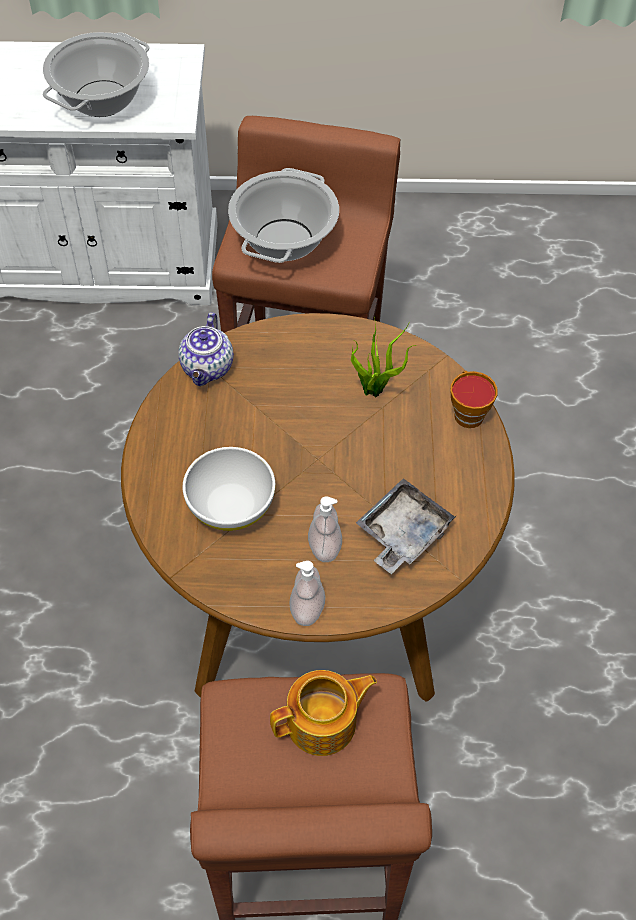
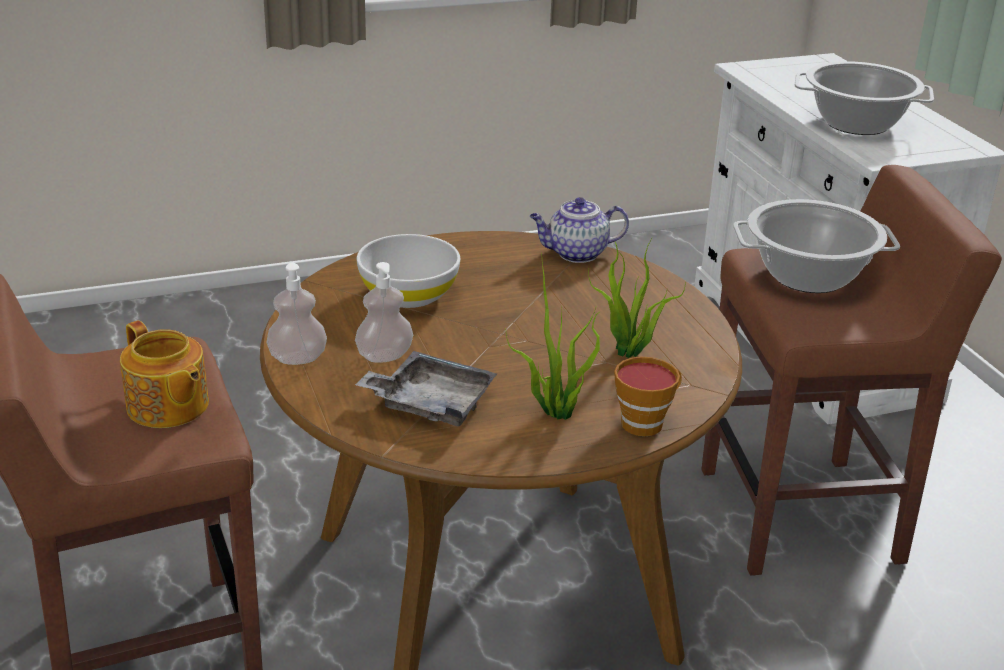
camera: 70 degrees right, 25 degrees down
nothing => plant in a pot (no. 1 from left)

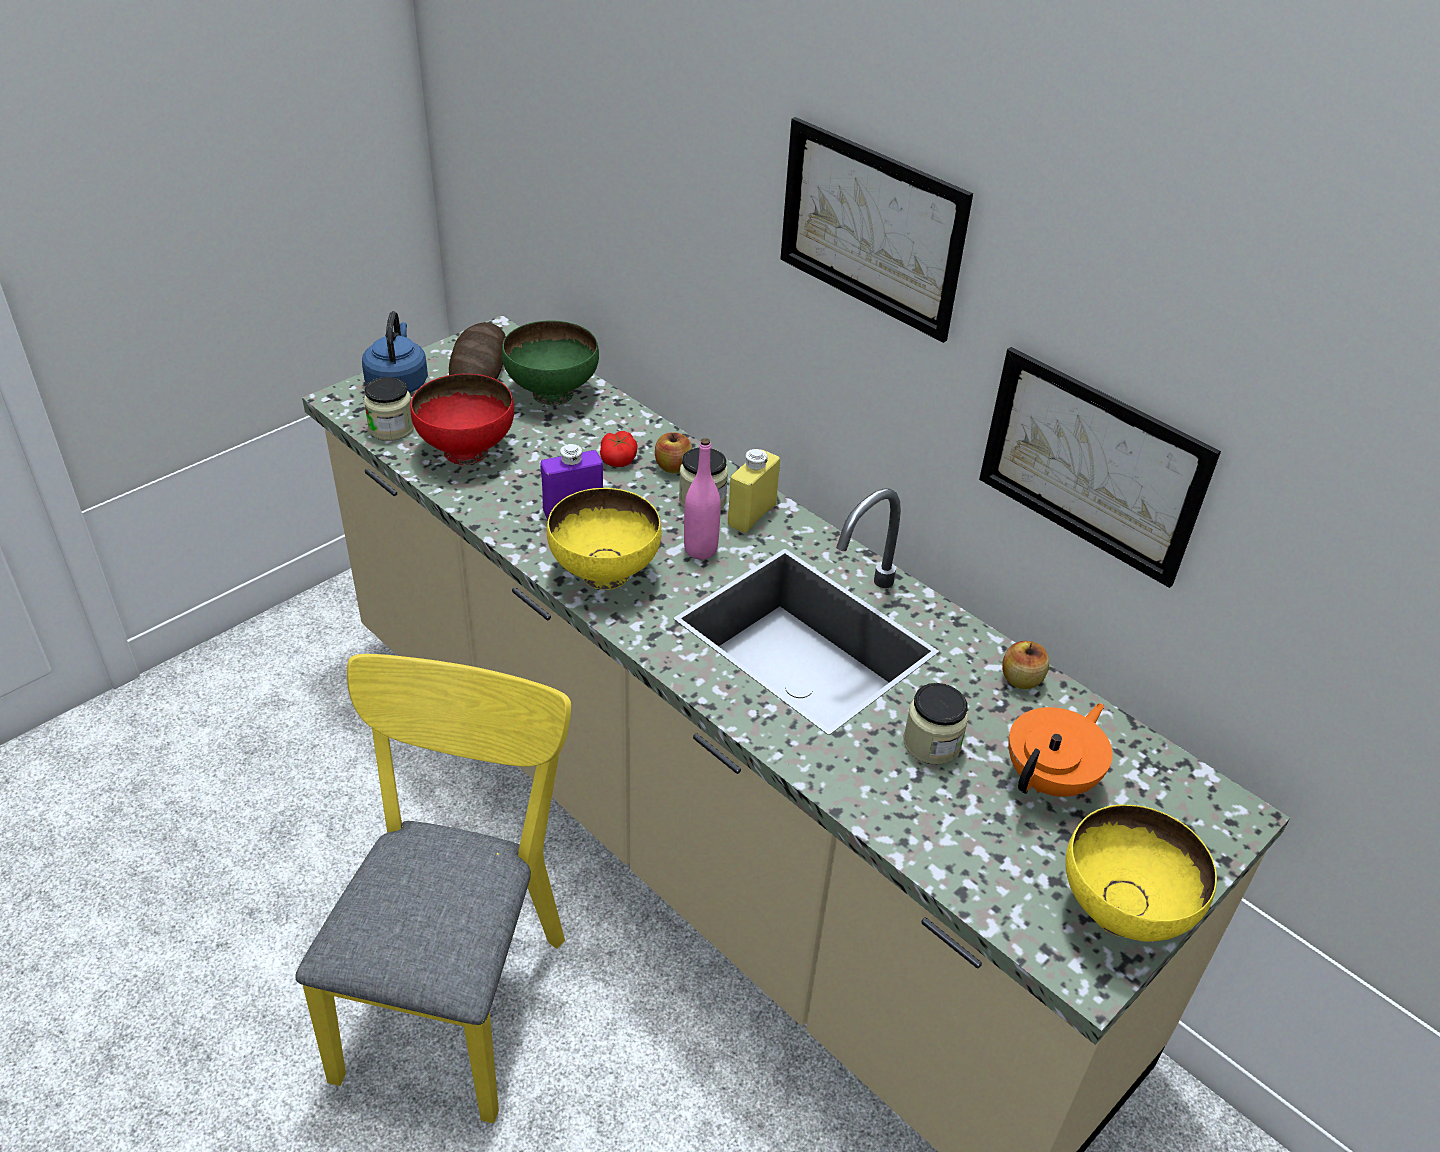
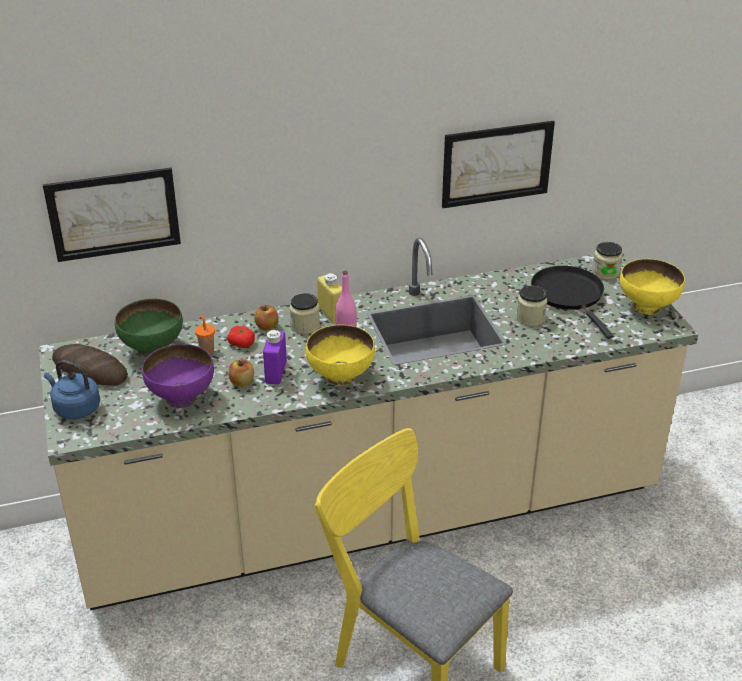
camera: 60 degrees left, 5 degrees down
nothing => orange-coloured drinking cup
preserve jar (no. 1 from left in the first image) => preserve jar (no. 3 from left), shifted
picture (no. 1 from left), shifted
apple fruit (no. 2 from left in the first image) => apple fruit (no. 1 from left), shifted
orange-coloured tea pot => black-coloured pan
reddish serving bowl => purple serving bowl

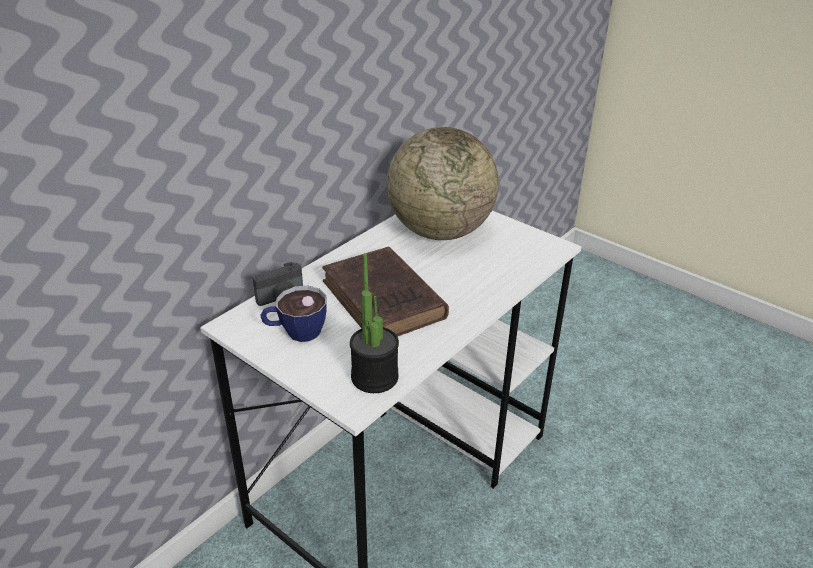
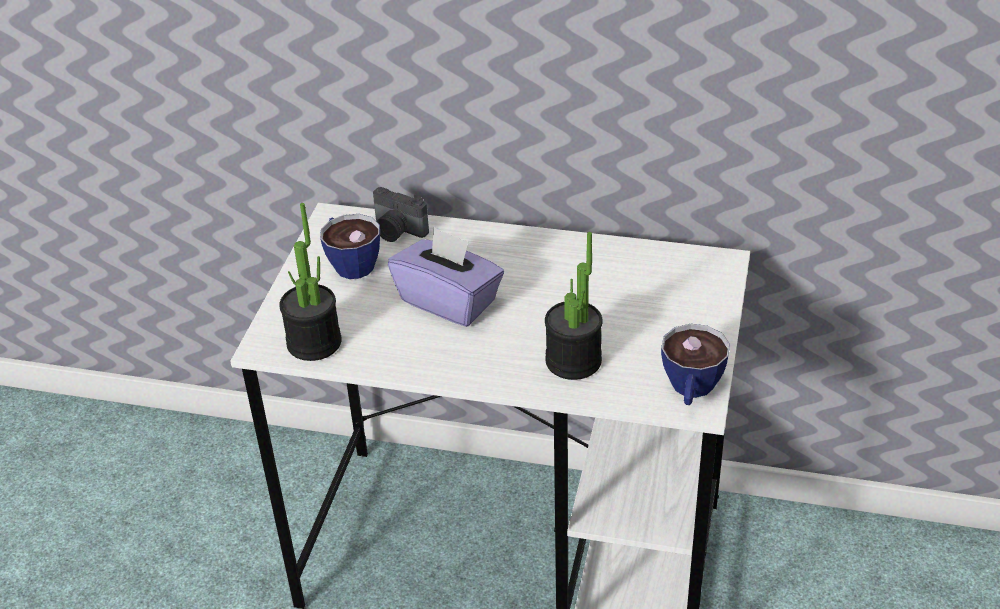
camera: 65 degrees right, 5 degrees up
desk globe => nothing
nothing => plant in a pot (no. 2 from left)
nothing => drinking cup (no. 2 from left)
brown book => purple tissue box

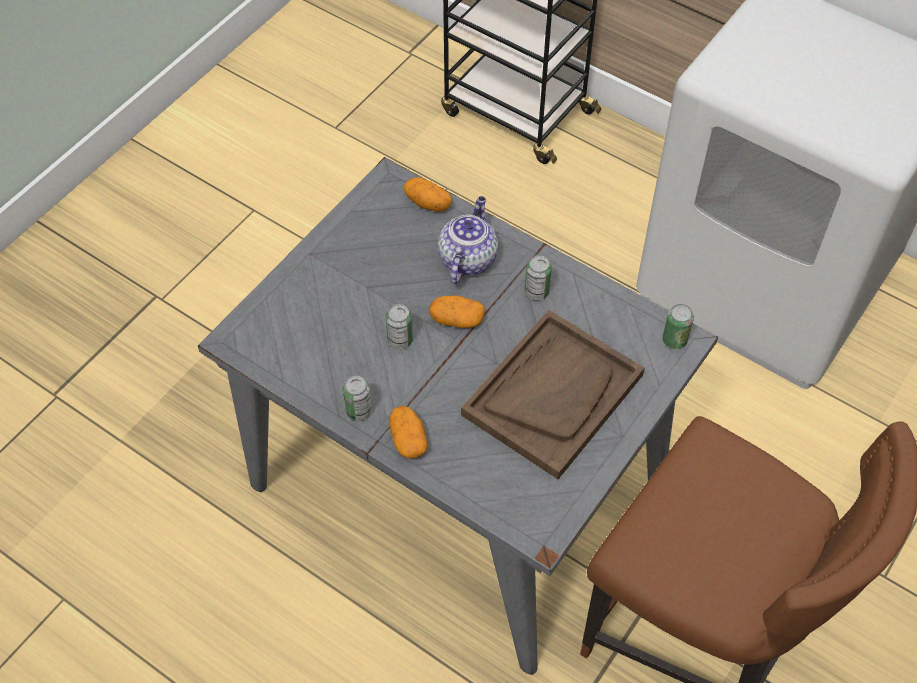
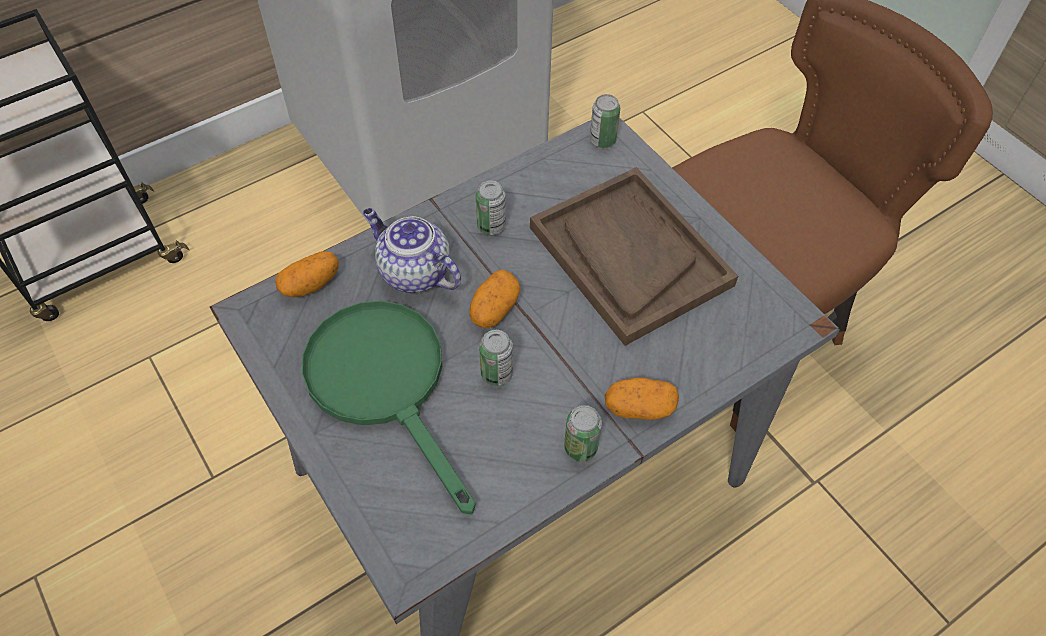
camera: 70 degrees left, 0 degrees up
nothing => green-coloured pan

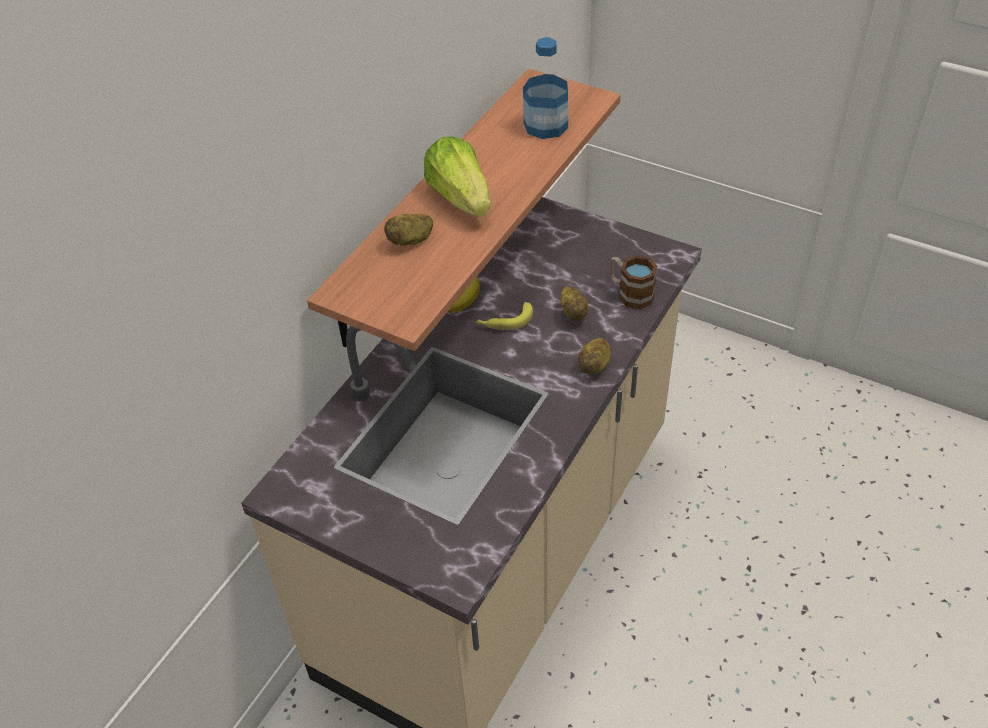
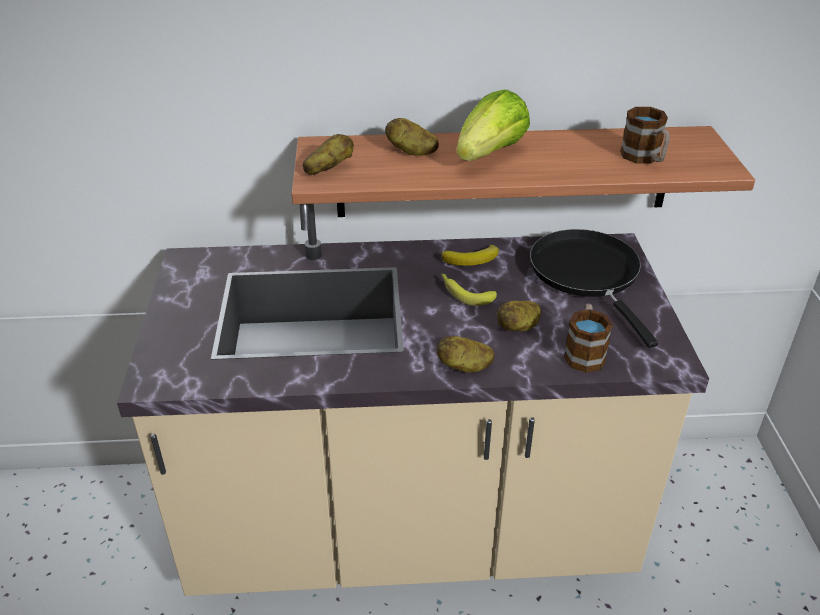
camera: 55 degrees right, 10 degrees down
nothing => potato (no. 1 from left)
nothing => black-coloured pan
bottle => mug (no. 2 from left)

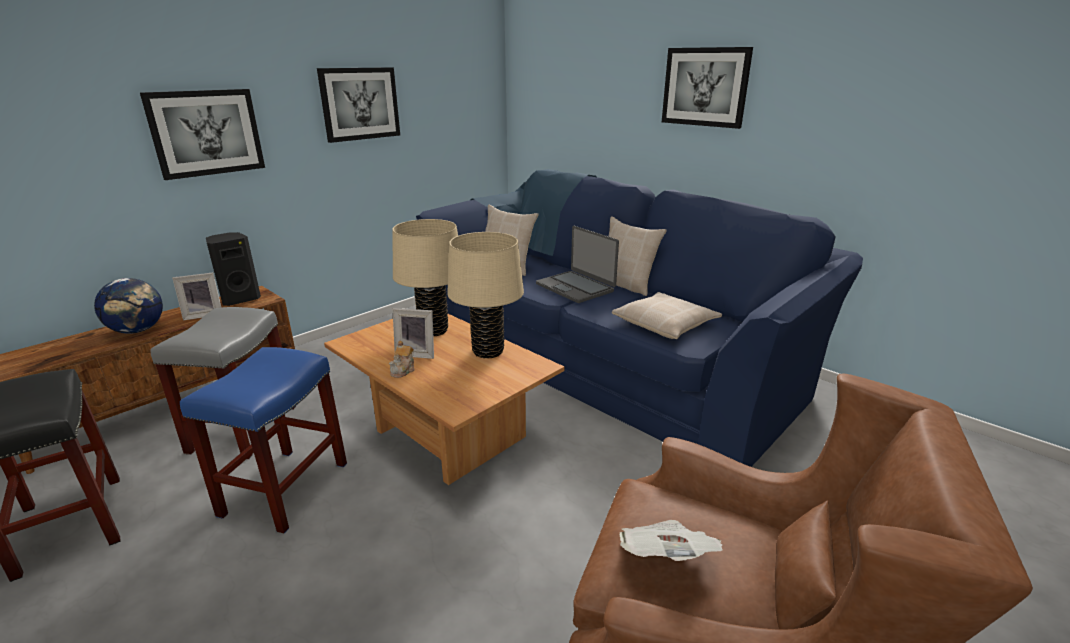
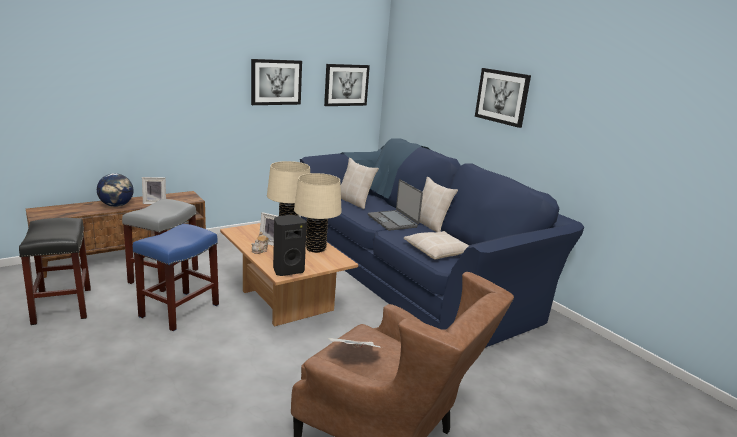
camera: 10 degrees right, 5 degrees down
picture (no. 1 from left in the first image) => picture (no. 2 from left), shifted
black-coloured loudspeaker, shifted

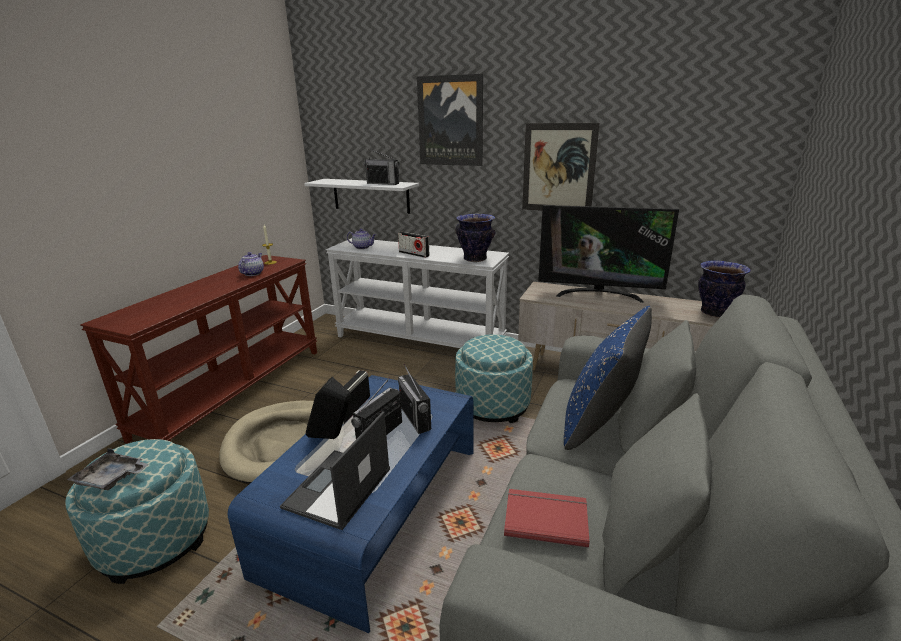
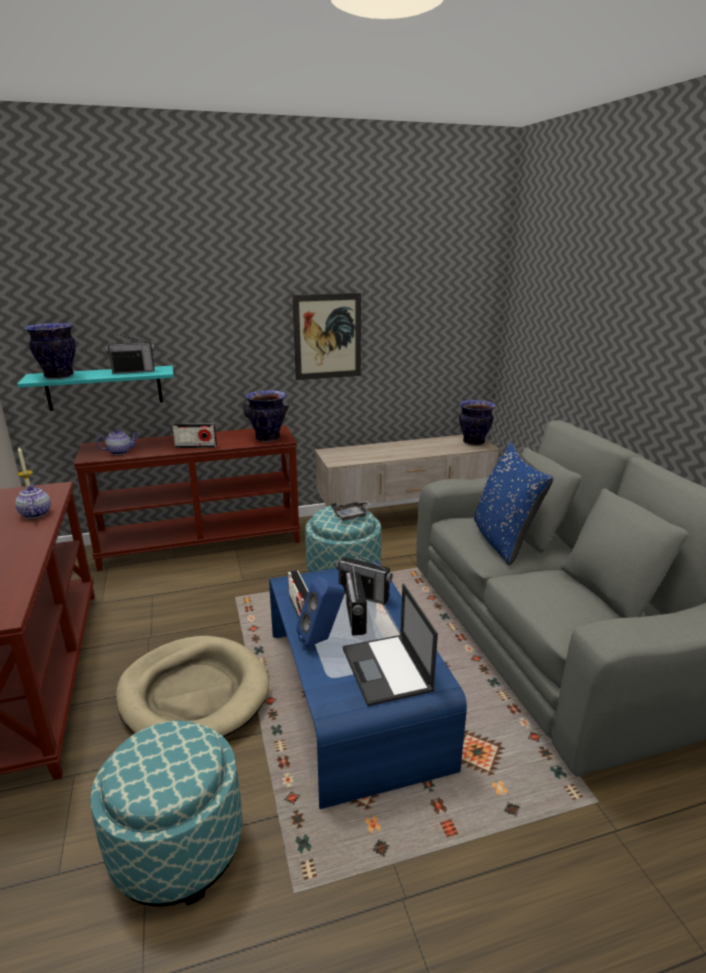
camera: 40 degrees left, 0 degrees up
picture (no. 1 from left) => nothing
reddish book => nothing
TV => nothing
nothing => vase (no. 1 from left)
greyish serving tray, shifted
white-coloured shelf => turquoise shelf
black-coloured loudspeaker => blue loudspeaker
white-coloured narrow table => brown narrow table (no. 2 from left)

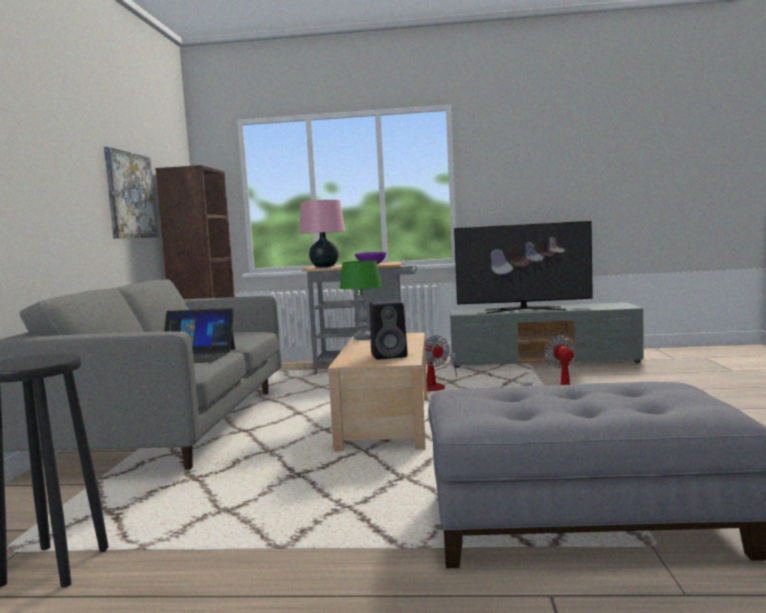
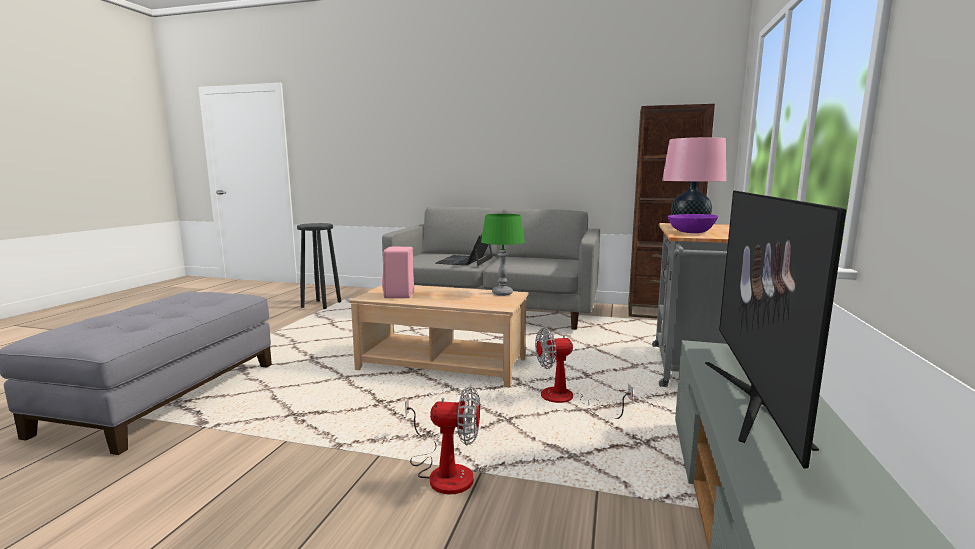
camera: 100 degrees right, 5 degrees up
picture => nothing
black-coloured loudspeaker => pink-coloured loudspeaker

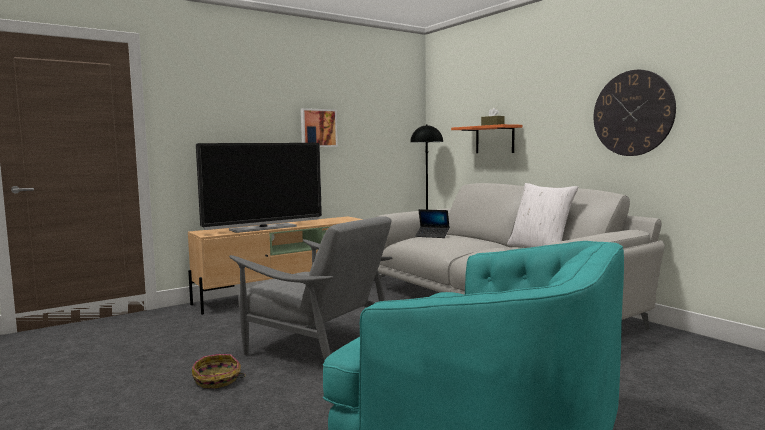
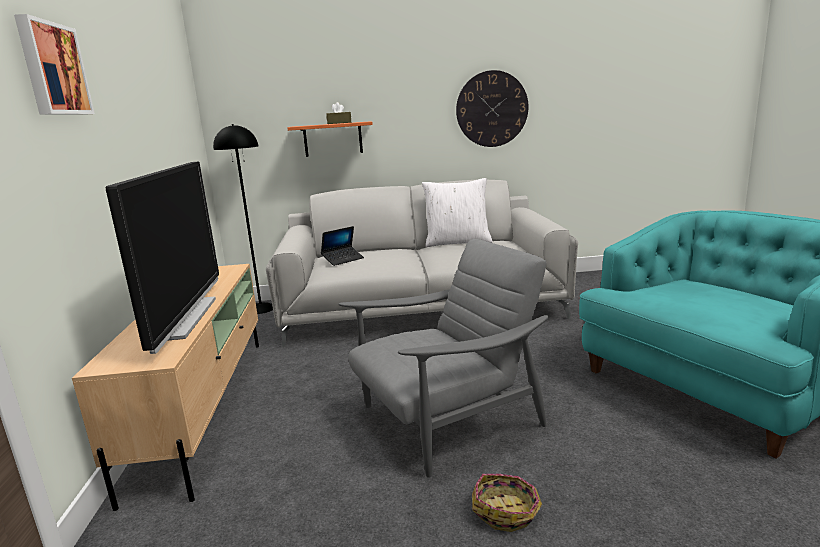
camera: 60 degrees left, 10 degrees up
picture, shifted

